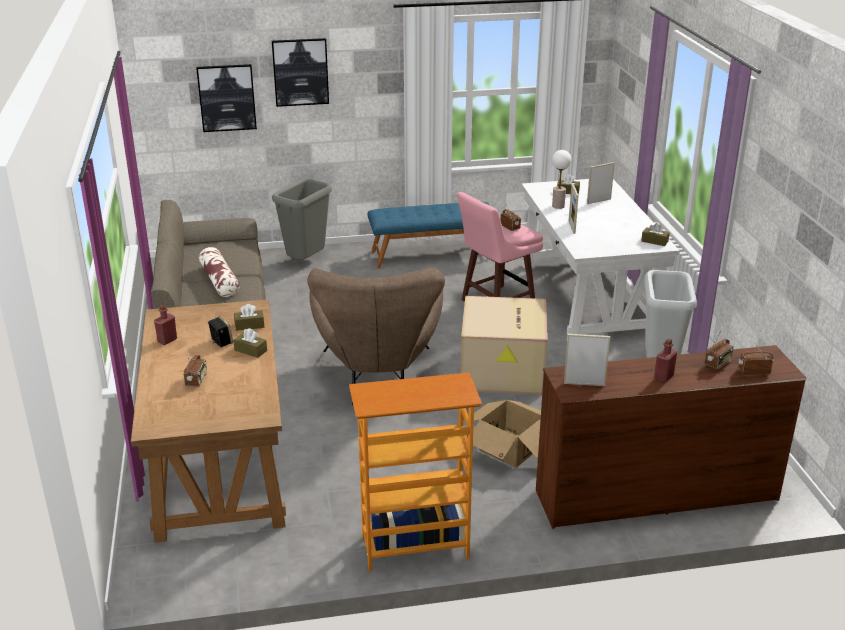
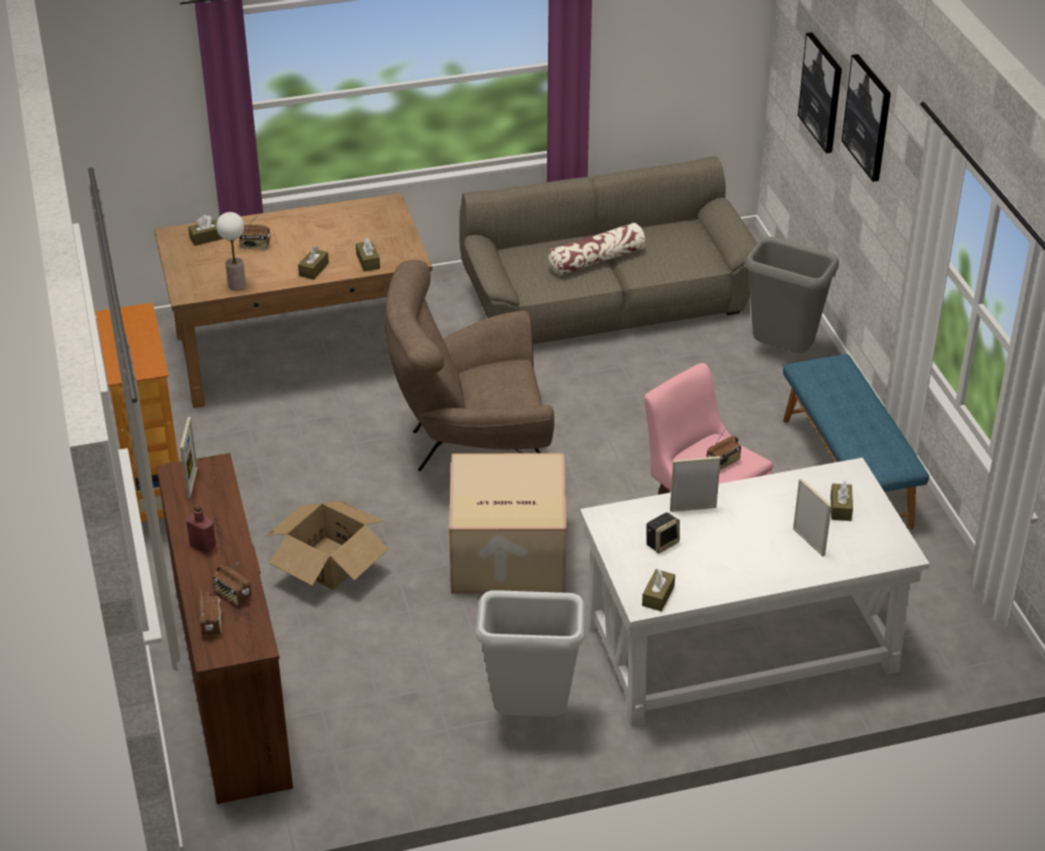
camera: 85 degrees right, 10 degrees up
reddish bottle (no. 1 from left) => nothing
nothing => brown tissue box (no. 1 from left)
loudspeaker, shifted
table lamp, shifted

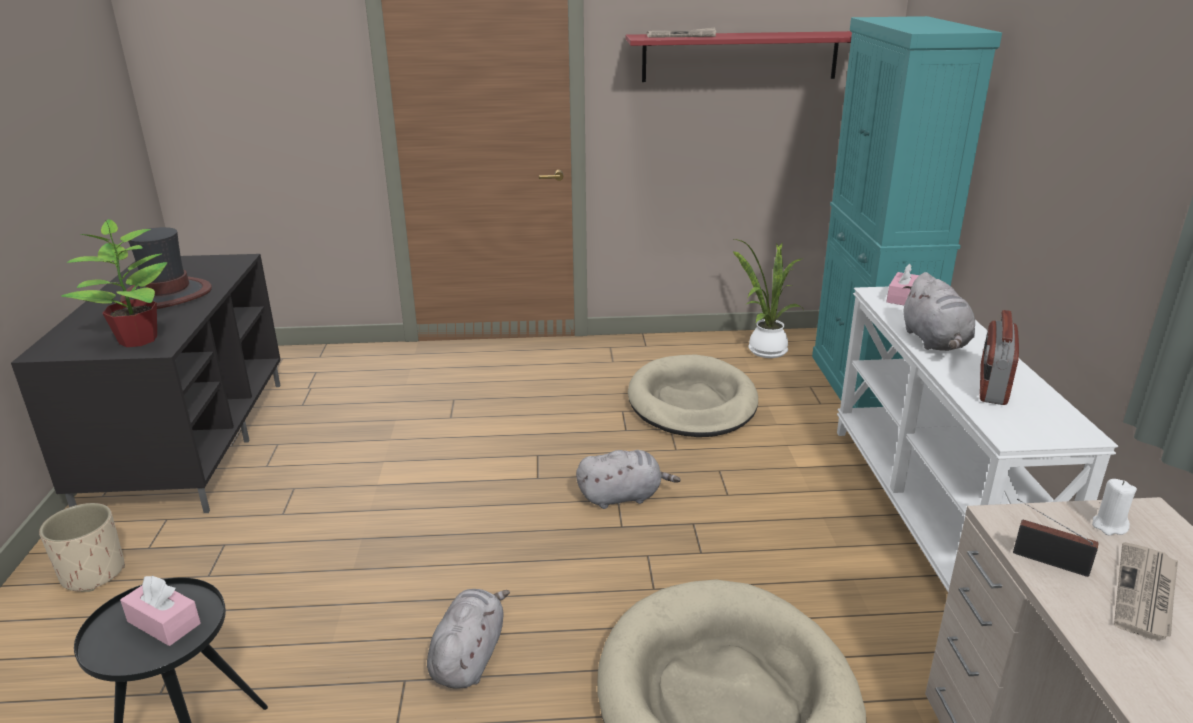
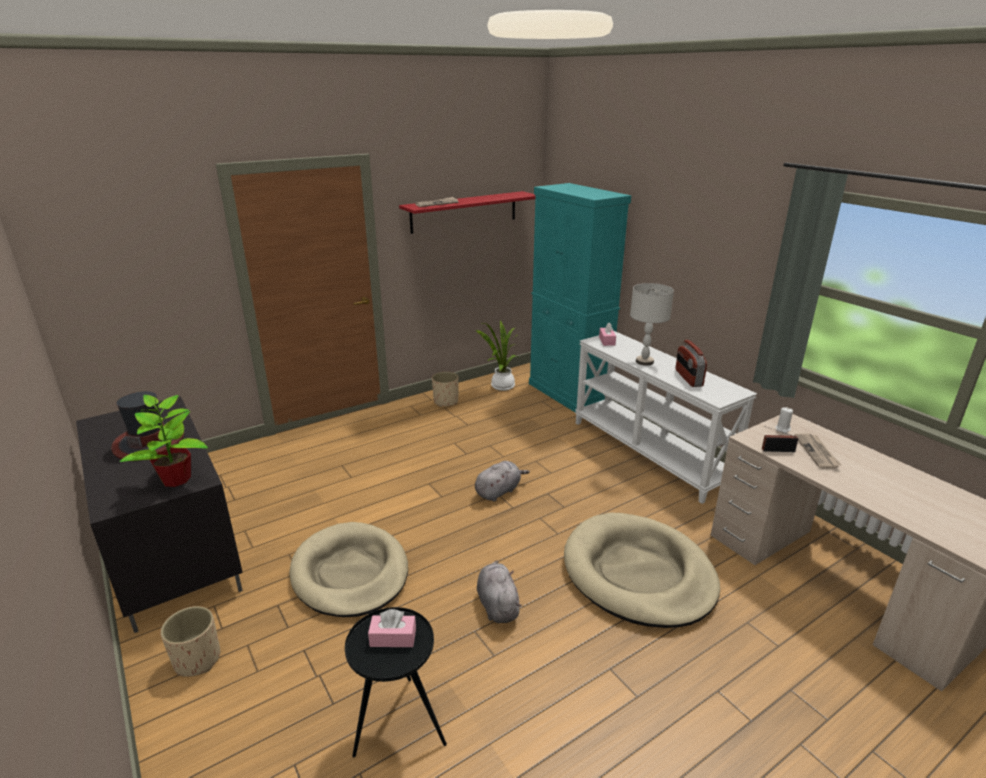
camera: 30 degrees left, 0 degrees up
nothing => beige-coloured planter (no. 2 from left)
beige-coloured dog cushion (no. 1 from left), shifted
greyish plush toy (no. 3 from left) => greyish table lamp

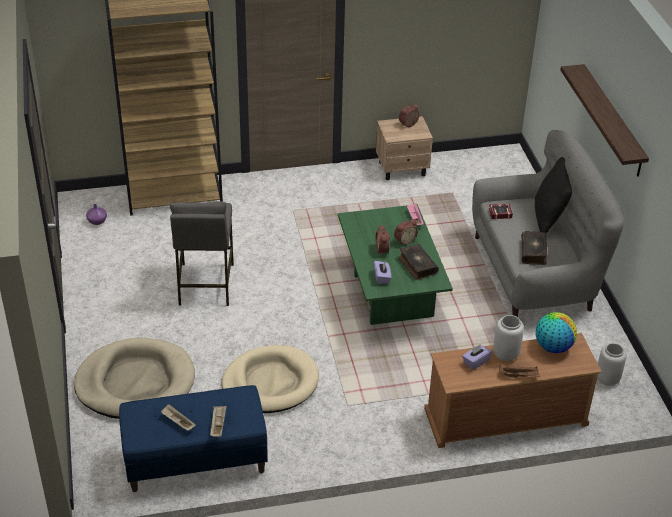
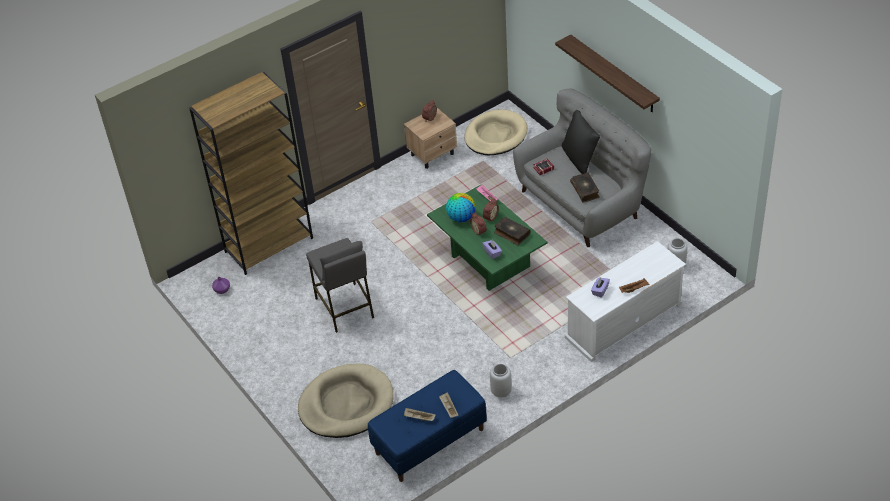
camera: 20 degrees left, 5 degrees up
beige-coloured dog cushion (no. 2 from left), shifted
greyish vase (no. 1 from left), shifted
desk globe, shifted
brown tv unit => white-coloured tv unit

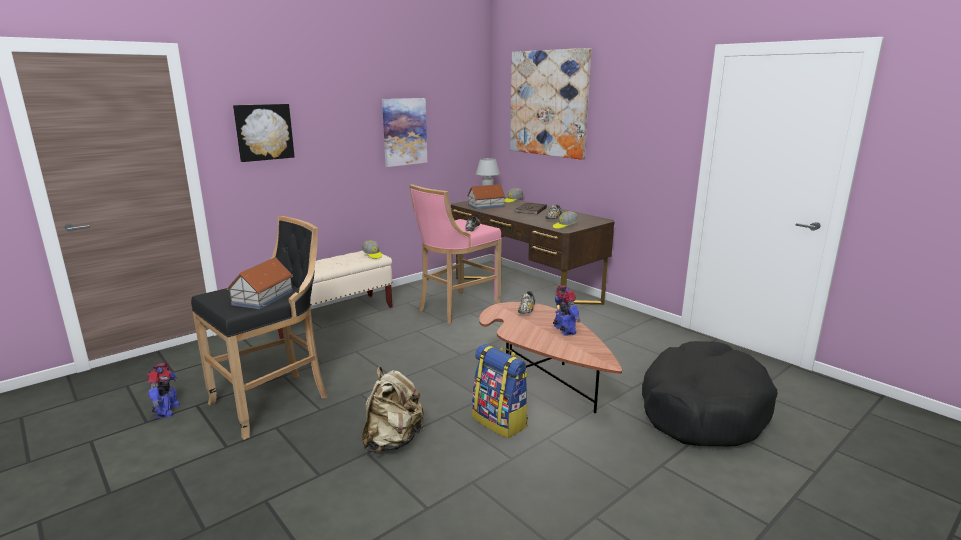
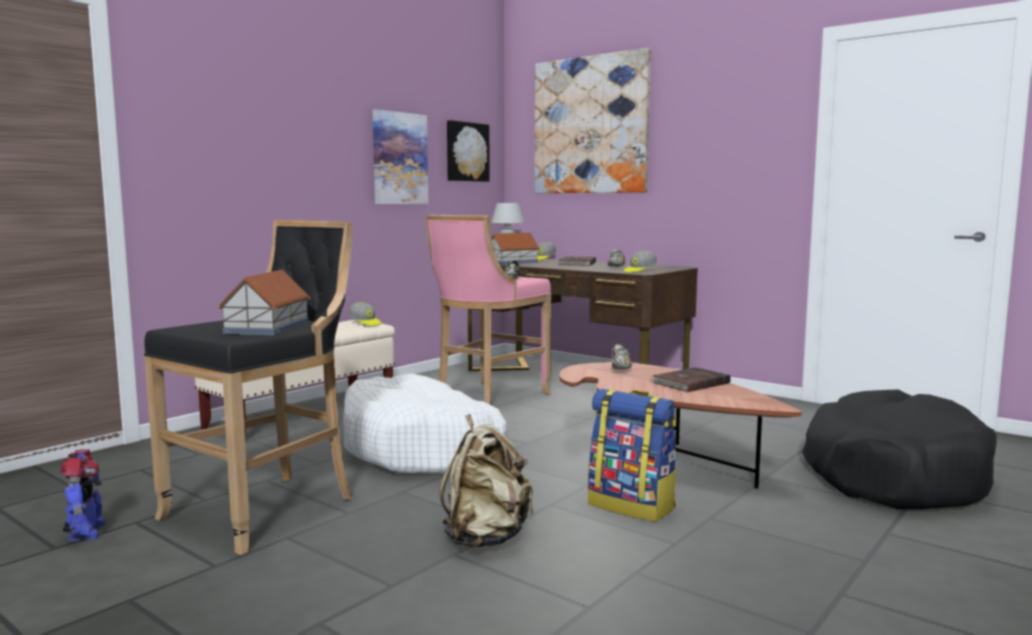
camera: 10 degrees left, 10 degrees down
nothing => white-coloured dog cushion
picture (no. 1 from left in the first image) => picture (no. 2 from left), shifted
model robot (no. 2 from left) => brown book (no. 2 from left)

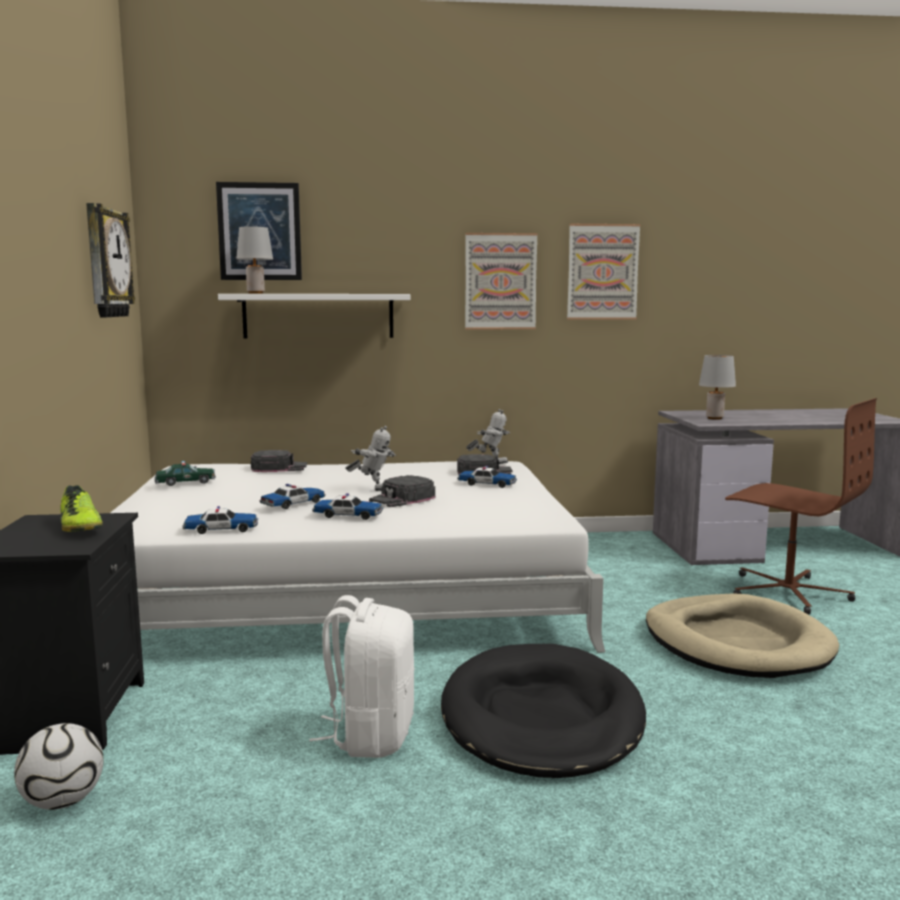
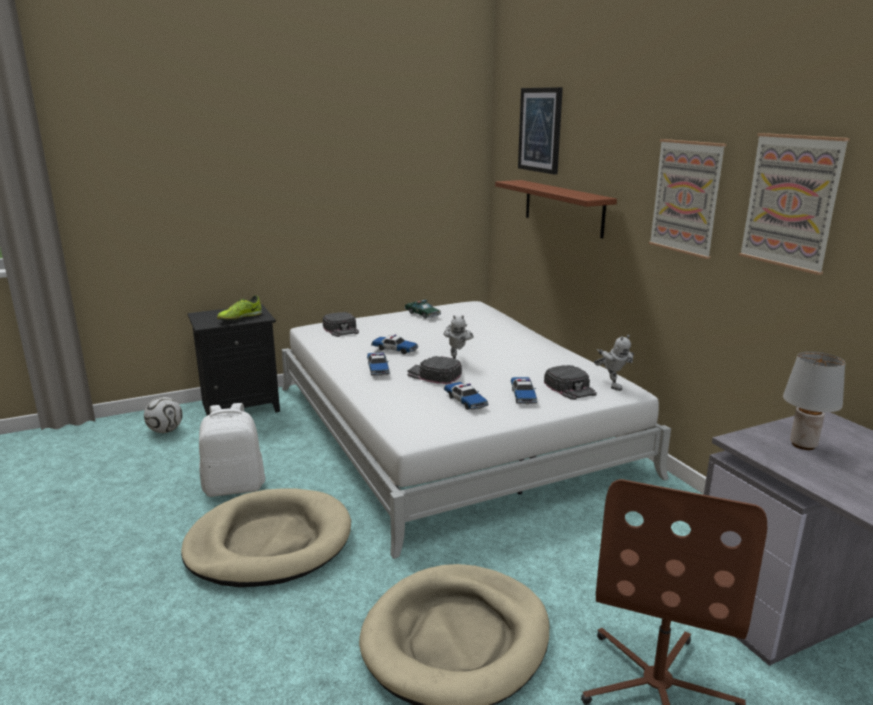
camera: 70 degrees right, 10 degrees up
wall clock => nothing
greyish table lamp (no. 1 from left) => nothing
toy car (no. 2 from left in the first image) => toy car (no. 4 from left), shifted
black-coloured cap (no. 1 from left), shifted
white-coloured shelf => brown shelf
black-coloured dog cushion => beige-coloured dog cushion (no. 1 from left)

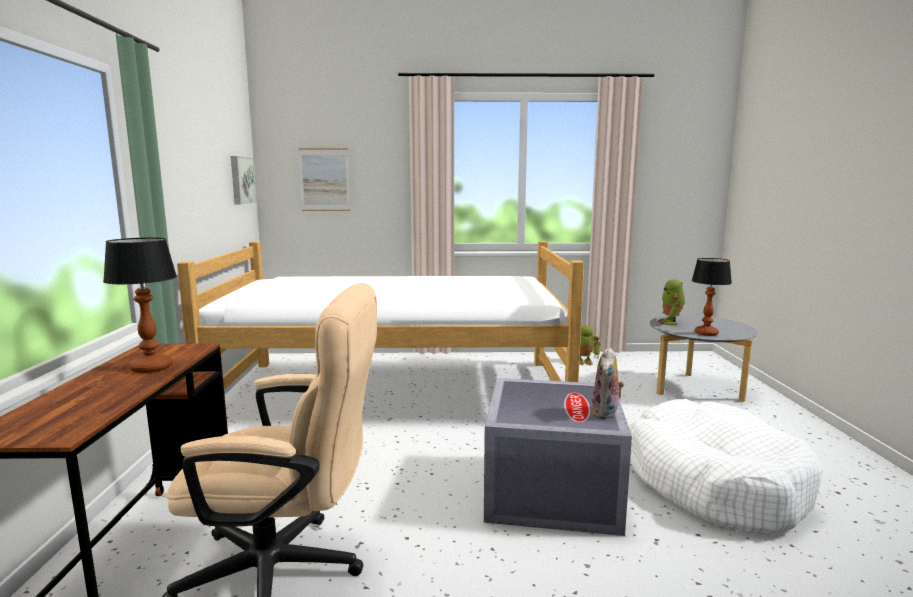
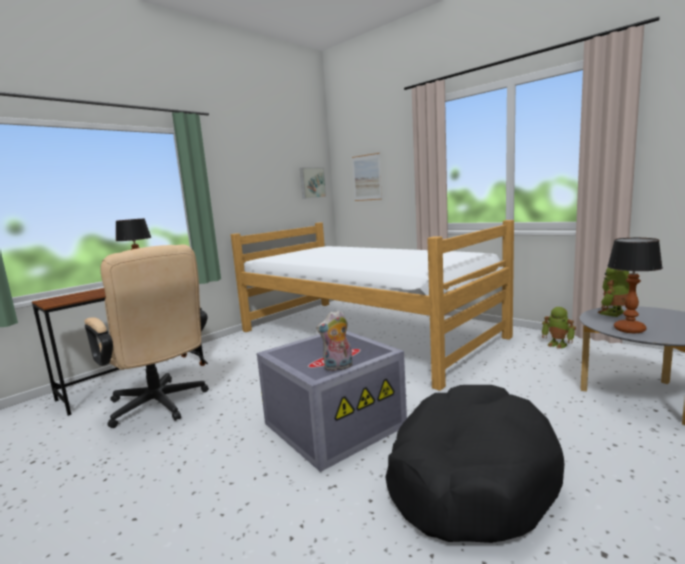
camera: 45 degrees right, 0 degrees up
white-coloured dog cushion => black-coloured dog cushion

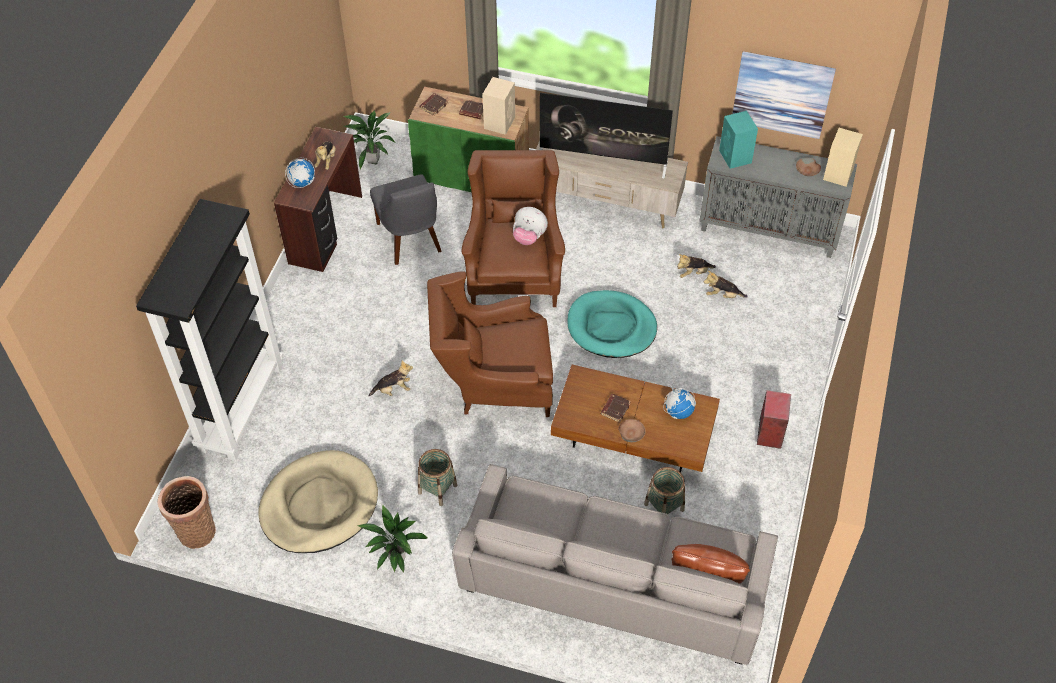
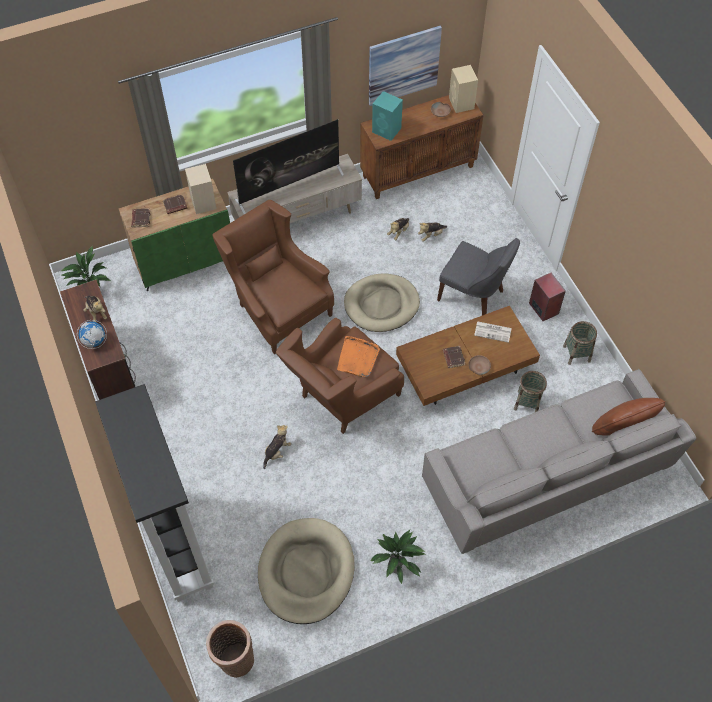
camera: 40 degrees left, 5 degrees up
plush toy (no. 3 from left) => nothing
nothing => orange-coloured serving tray
greyish chair, shifted
basket (no. 2 from left in the first image) => basket (no. 3 from left), shifted
desk globe (no. 2 from left) => daily paper
turquoise dog cushion => beige-coloured dog cushion (no. 2 from left)
greyish cabinet => brown cabinet

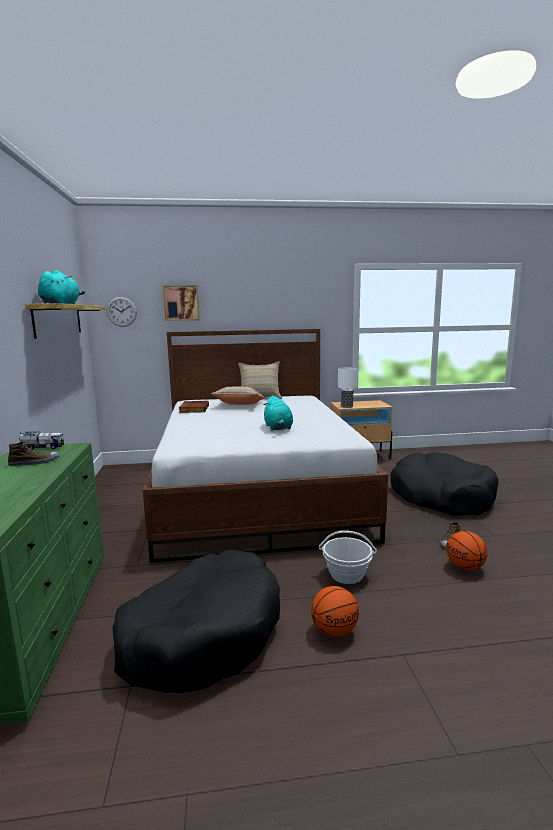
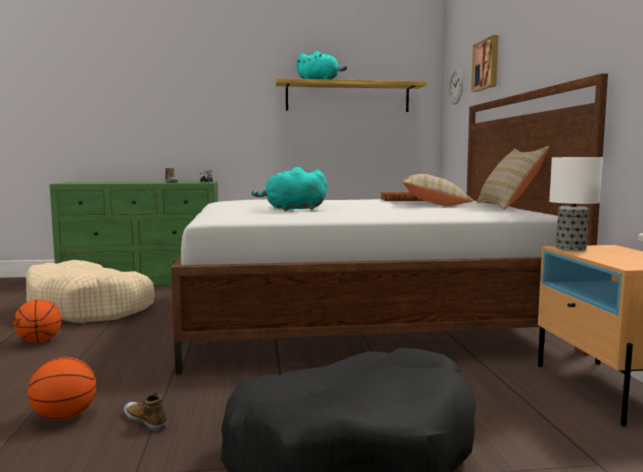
camera: 90 degrees right, 5 degrees down
basket => nothing
black-coloured dog cushion (no. 1 from left) => beige-coloured dog cushion

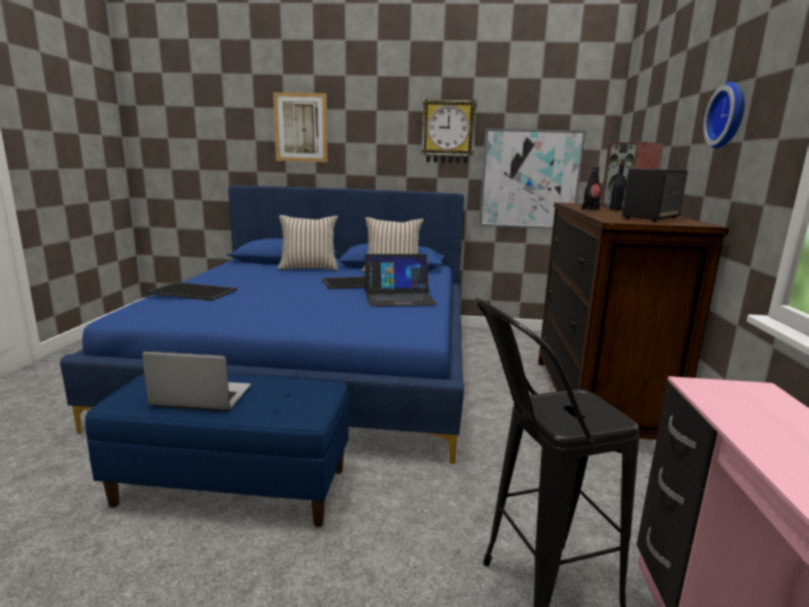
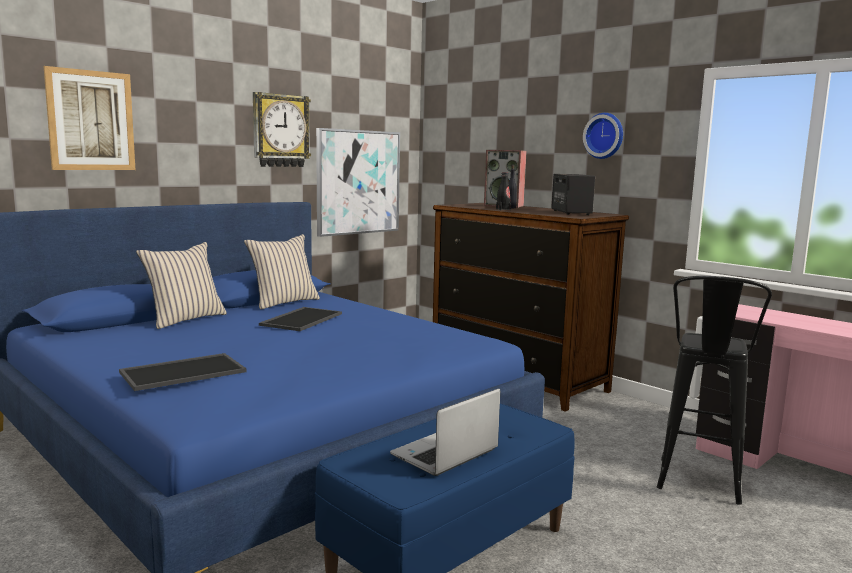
camera: 50 degrees left, 5 degrees down
notebook computer (no. 2 from left) => nothing

